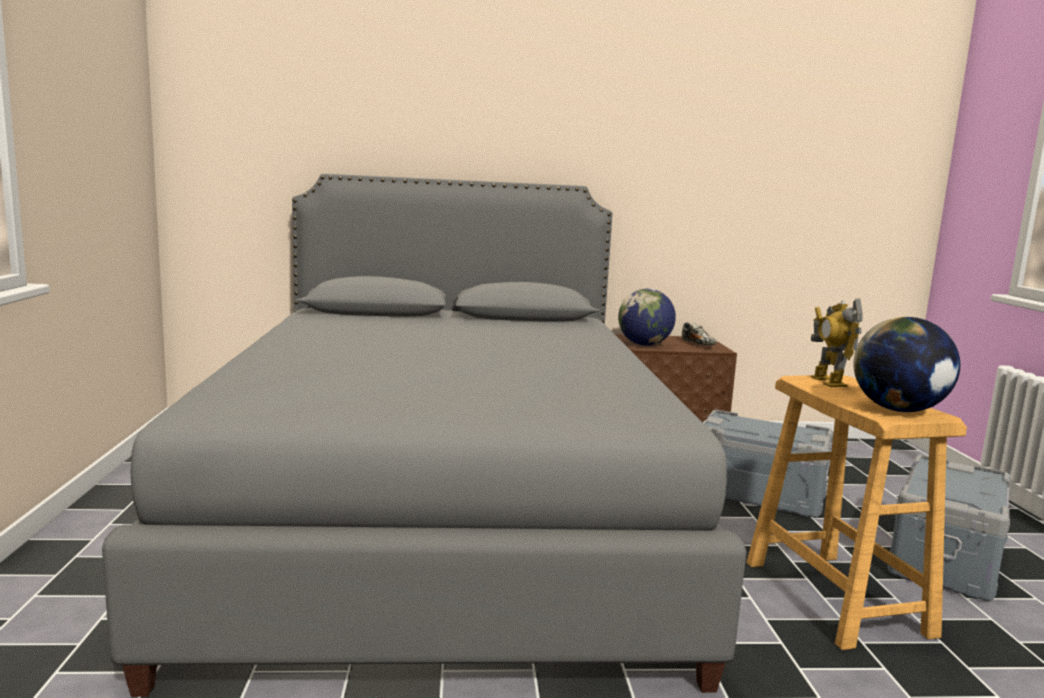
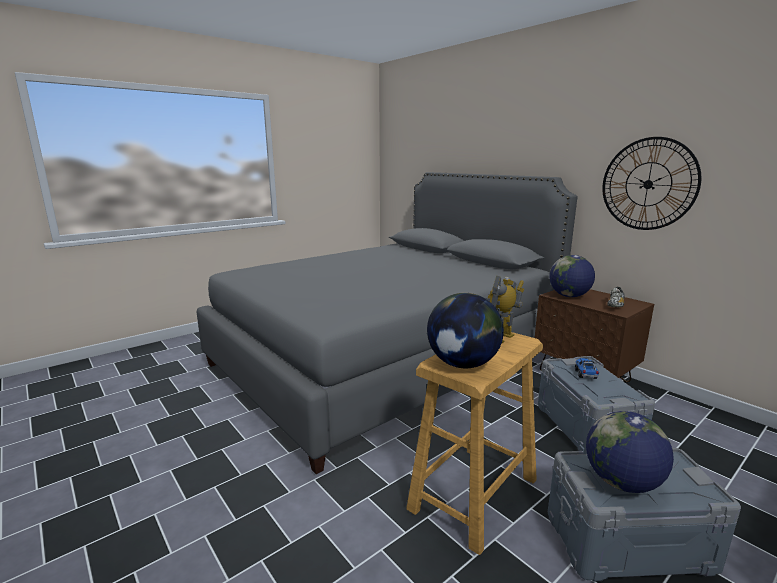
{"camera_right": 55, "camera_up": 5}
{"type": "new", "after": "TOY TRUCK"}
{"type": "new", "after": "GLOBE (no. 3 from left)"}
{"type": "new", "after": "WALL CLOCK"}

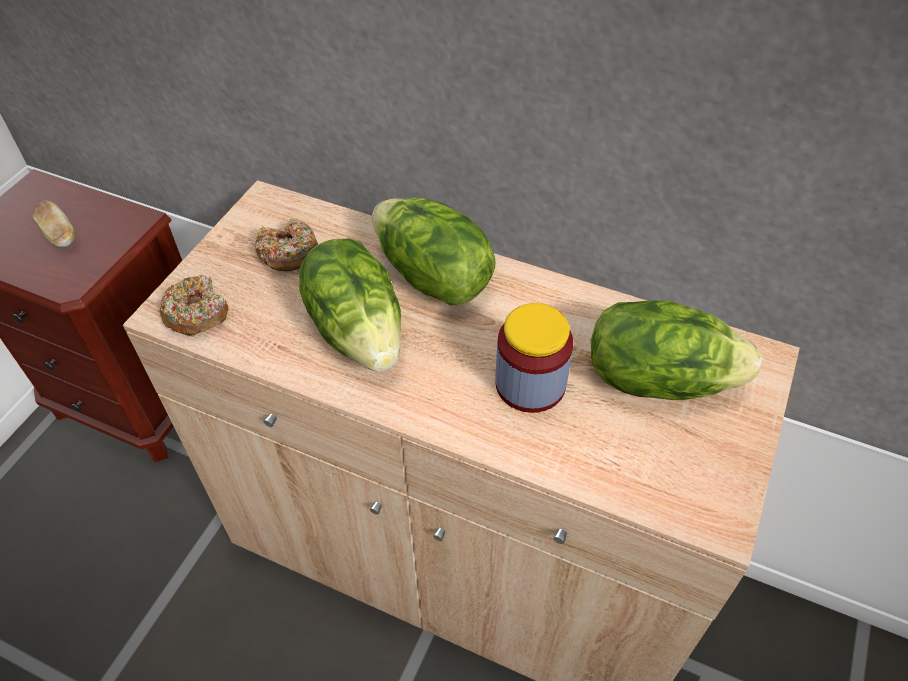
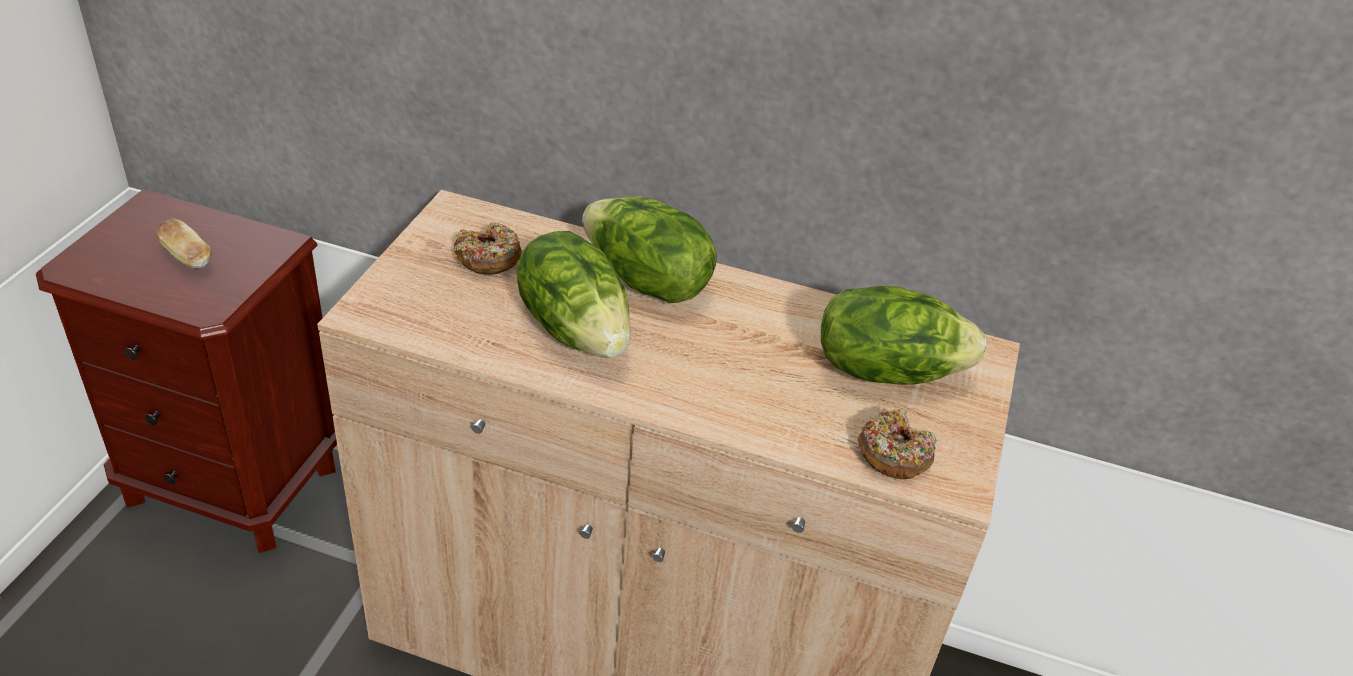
{"camera_right": -10, "camera_up": -10}
{"type": "shifted", "before": "DONUT (no. 1 from left in the first image)", "after": "DONUT (no. 2 from left)"}
{"type": "gone", "before": "JAR"}

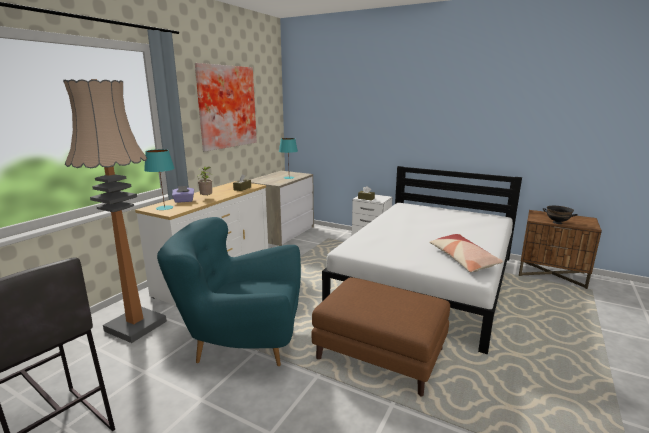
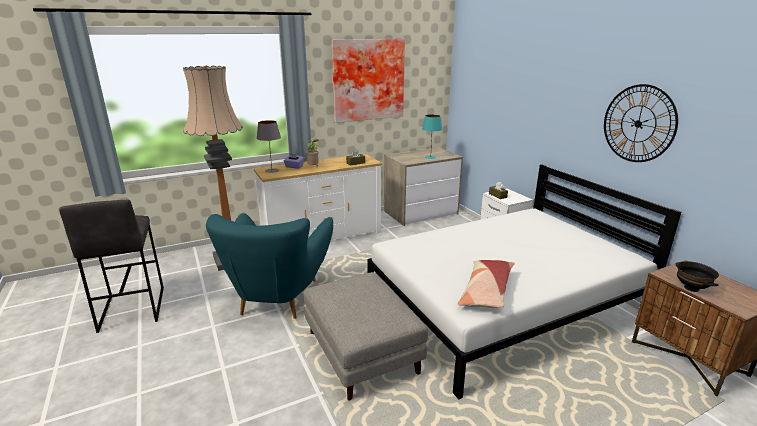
{"camera_right": 35, "camera_up": 5}
{"type": "repainted", "before": "TURQUOISE TABLE LAMP (no. 1 from left)", "after": "GREY TABLE LAMP"}
{"type": "rotated", "before": "TURQUOISE ARMCHAIR", "turn": -120}
{"type": "repainted", "before": "BROWN OTTOMAN", "after": "GREY OTTOMAN"}
{"type": "new", "after": "WALL CLOCK"}

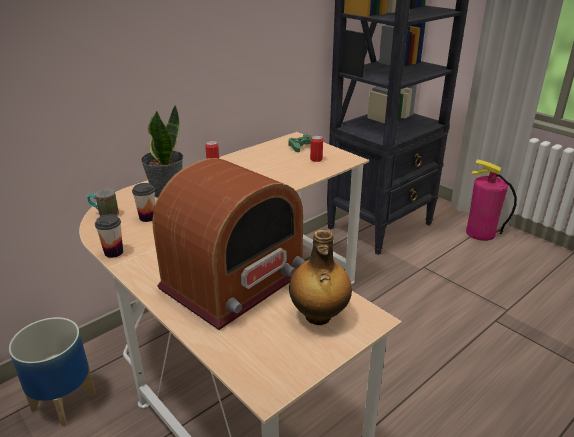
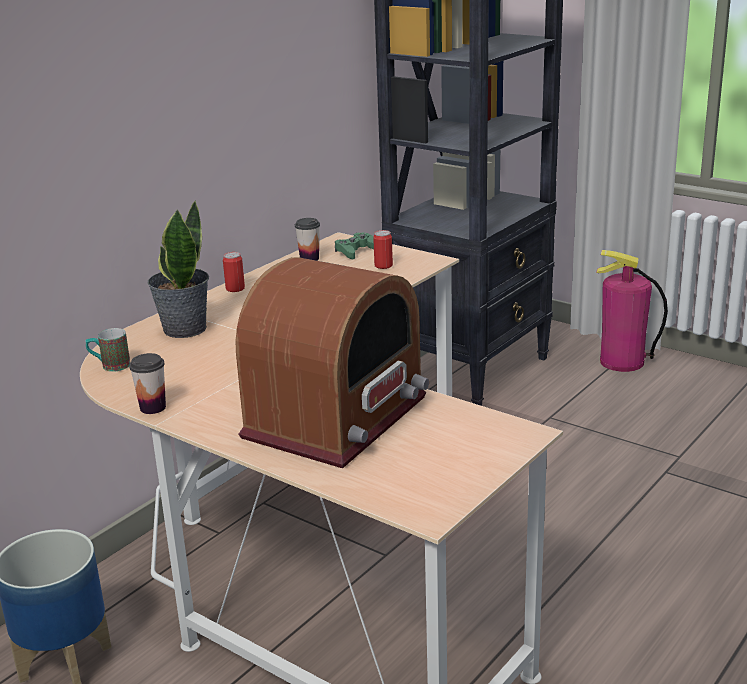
{"camera_right": -10, "camera_up": -5}
{"type": "shifted", "before": "CUP (no. 2 from left)"}
{"type": "gone", "before": "BOTTLE"}

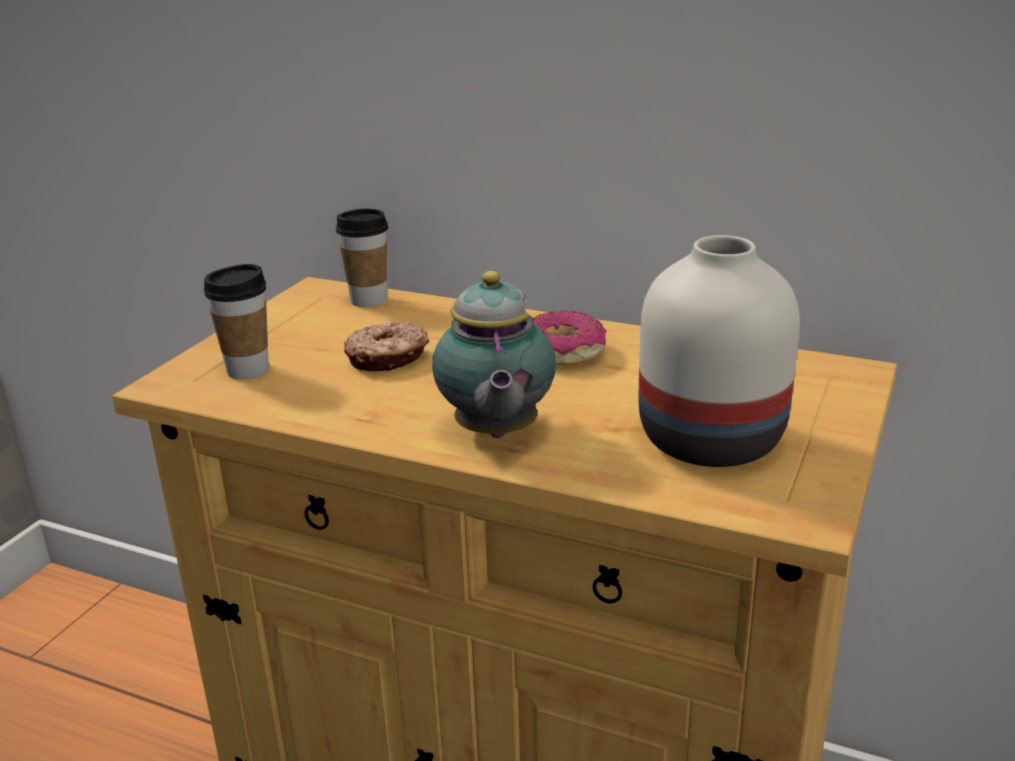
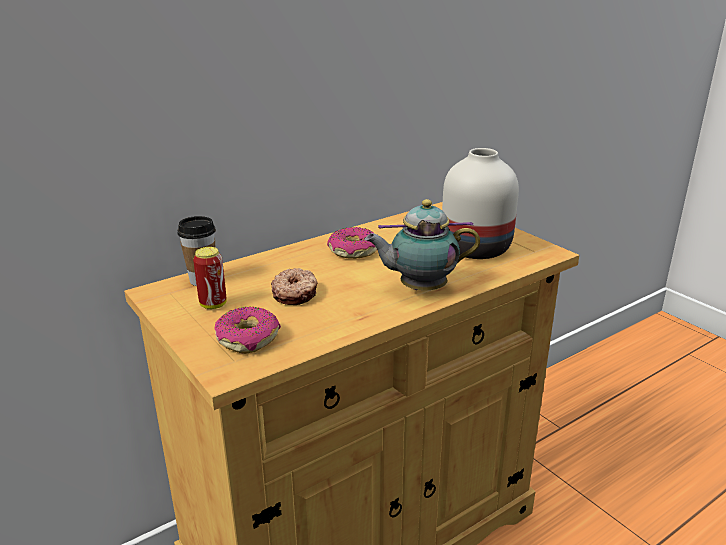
{"camera_right": -60, "camera_up": 0}
{"type": "swapped", "before": "CUP (no. 1 from left)", "after": "DONUT (no. 1 from left)"}
{"type": "rotated", "before": "TEAPOT", "turn": 150}
{"type": "new", "after": "CAN"}

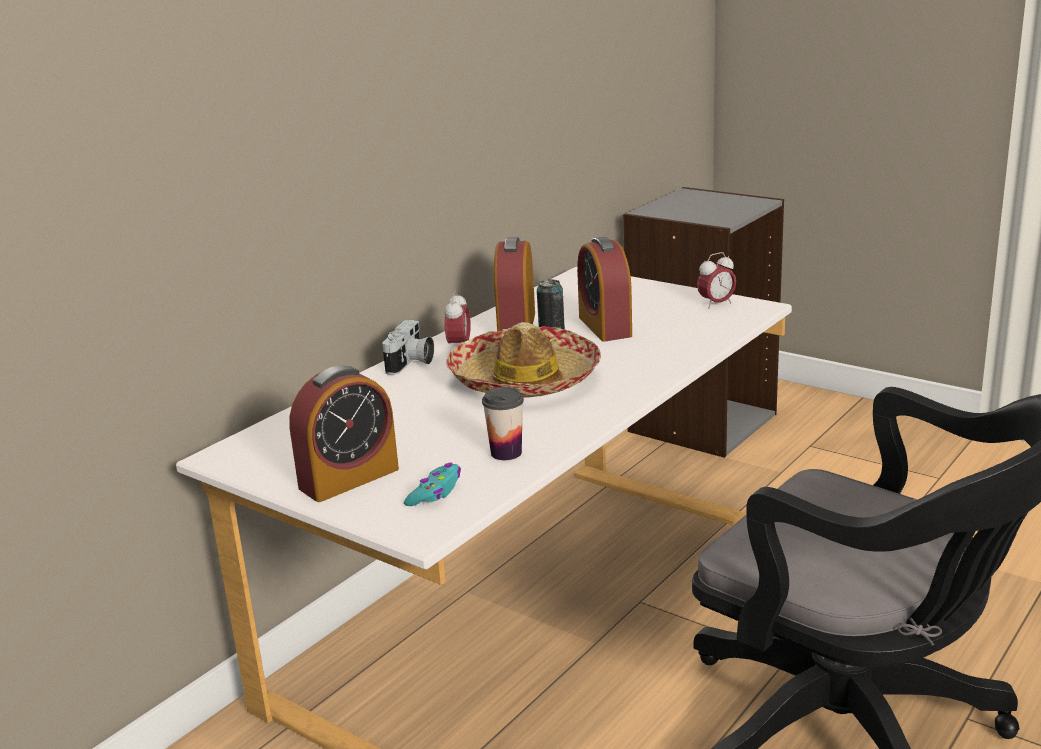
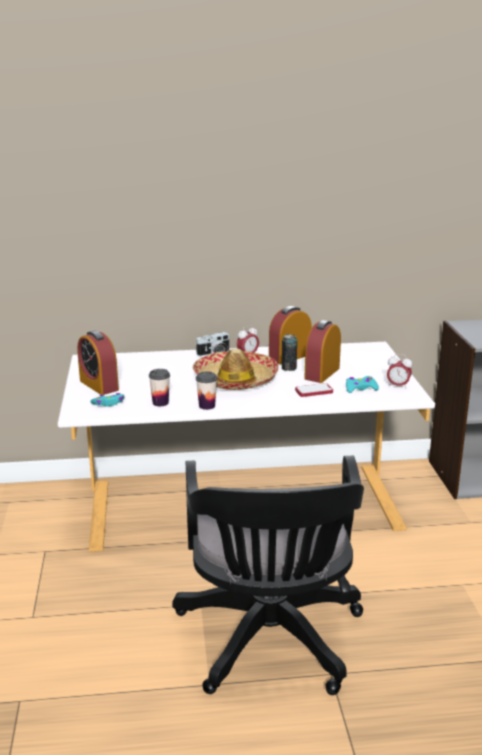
{"camera_right": 45, "camera_up": 0}
{"type": "rotated", "before": "ALARM CLOCK (no. 1 from left)", "turn": 45}
{"type": "new", "after": "CUP (no. 2 from left)"}
{"type": "new", "after": "PHONE"}
{"type": "new", "after": "TURQUOISE GAME CONTROLLER (no. 2 from left)"}

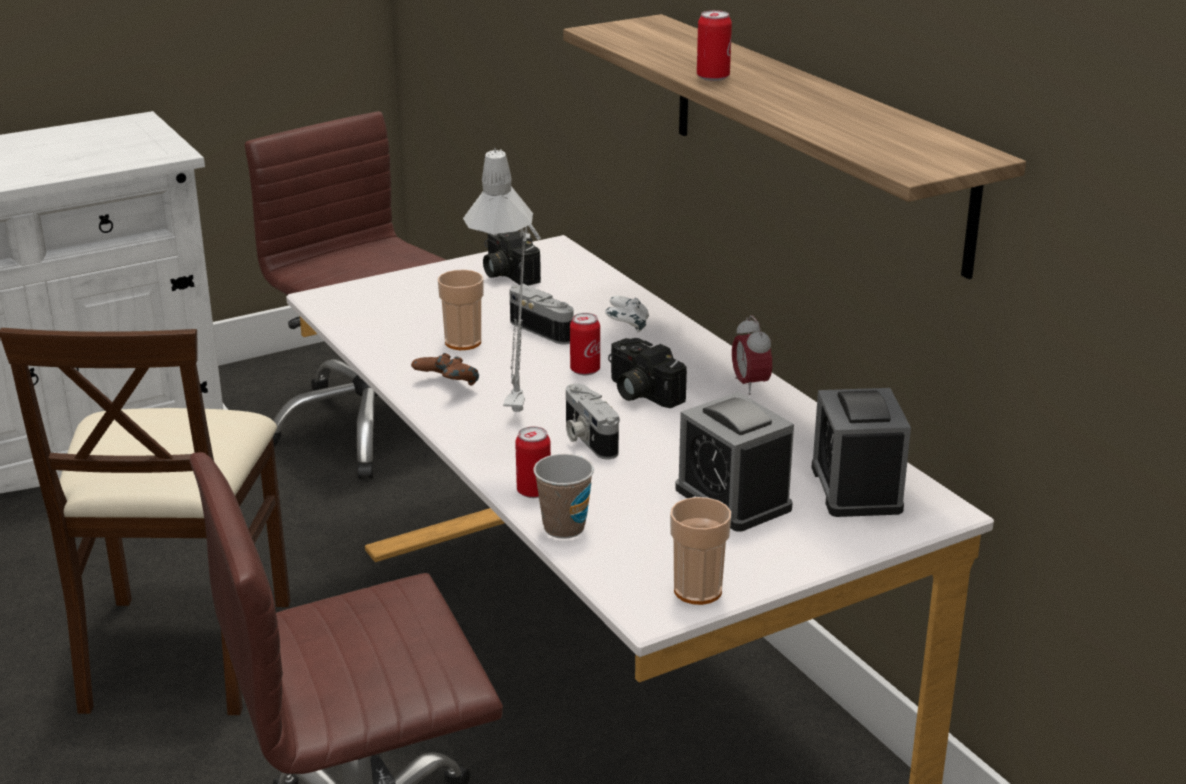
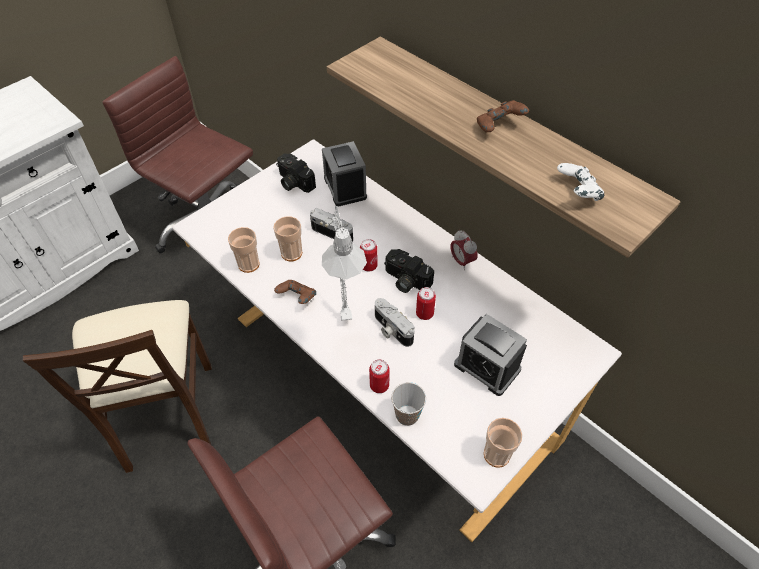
{"camera_right": -15, "camera_up": 25}
{"type": "shifted", "before": "WHITE GAME CONTROLLER"}
{"type": "shifted", "before": "CAN (no. 3 from left)"}
{"type": "shifted", "before": "ALARM CLOCK (no. 3 from left in the first image)", "after": "ALARM CLOCK (no. 1 from left)"}
{"type": "new", "after": "CUP (no. 1 from left)"}
{"type": "new", "after": "BROWN GAME CONTROLLER (no. 2 from left)"}

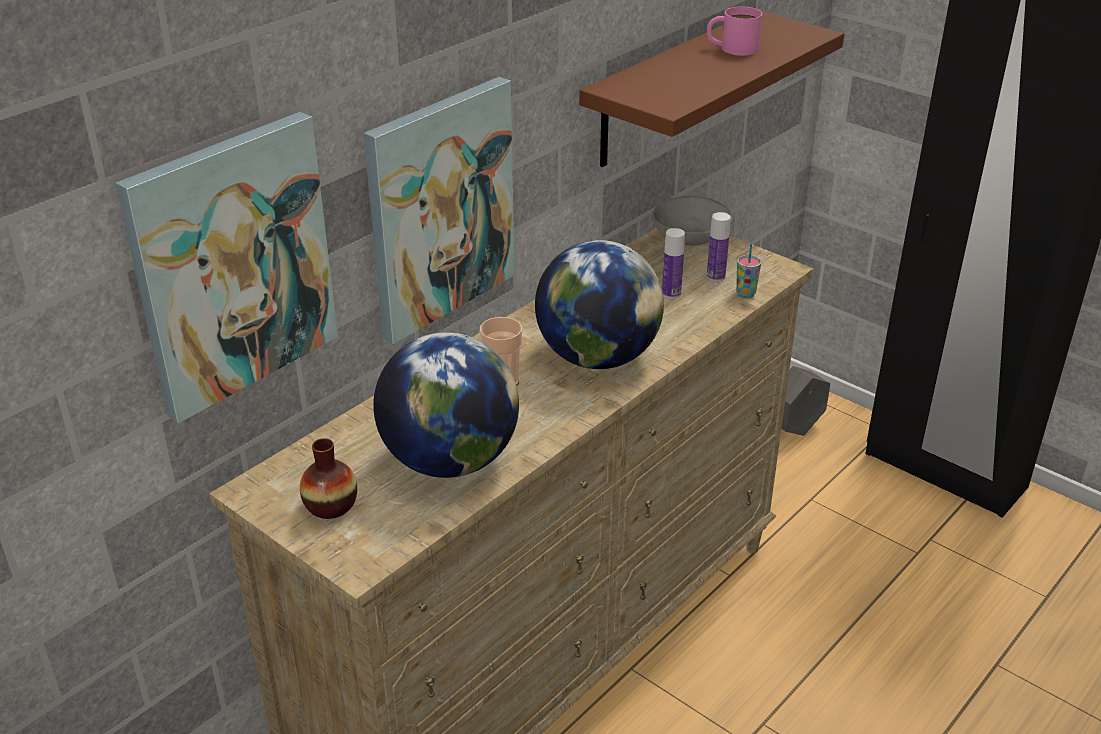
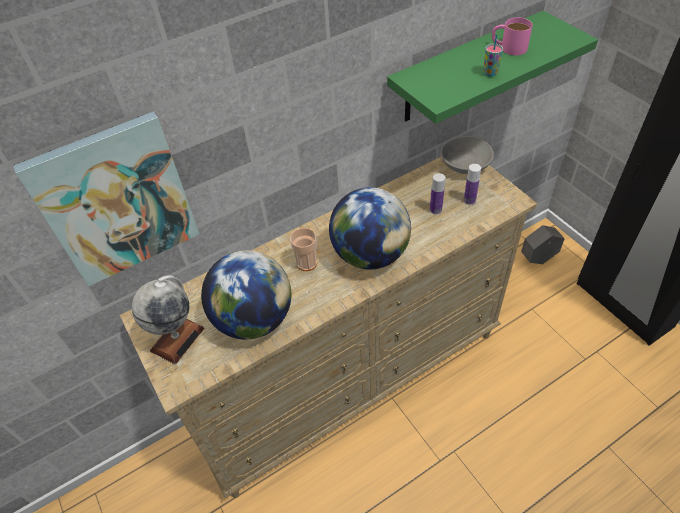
{"camera_right": 20, "camera_up": 15}
{"type": "swapped", "before": "VASE", "after": "GLOBE (no. 1 from left)"}
{"type": "gone", "before": "PICTURE (no. 2 from left)"}
{"type": "repainted", "before": "BROWN SHELF", "after": "GREEN SHELF"}
{"type": "shifted", "before": "CUP (no. 2 from left)"}

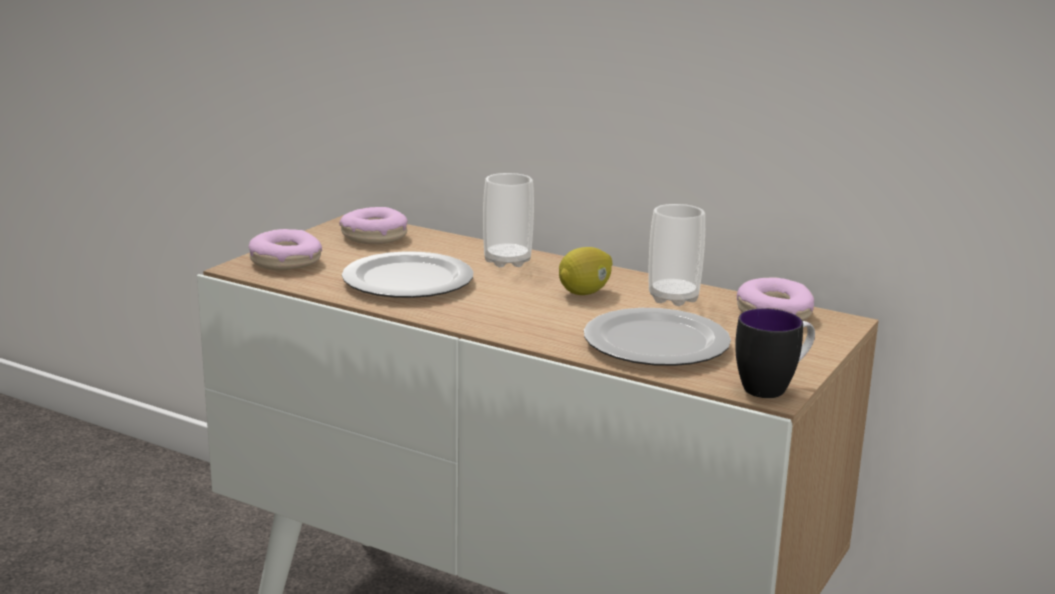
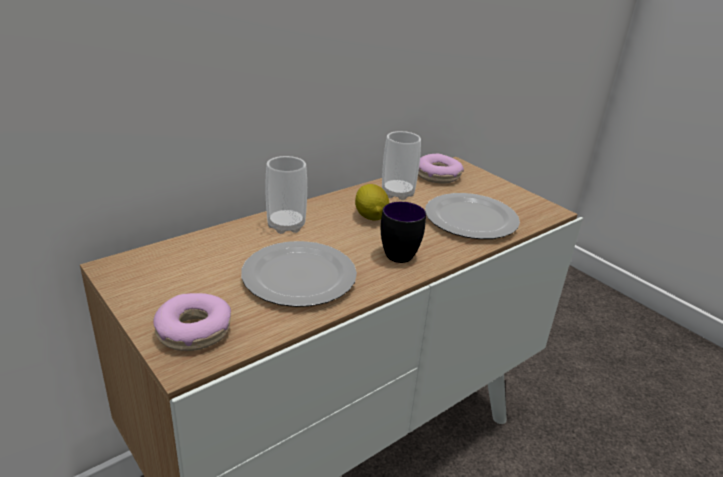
{"camera_right": -70, "camera_up": 10}
{"type": "gone", "before": "DONUT (no. 2 from left)"}
{"type": "shifted", "before": "MUG"}

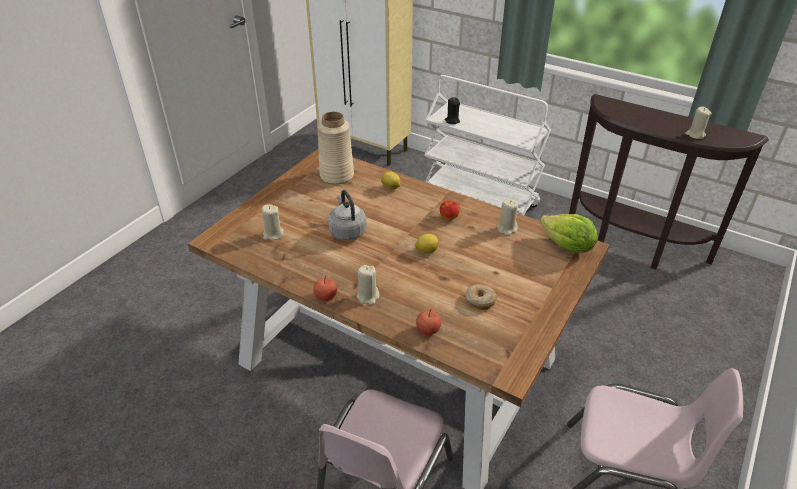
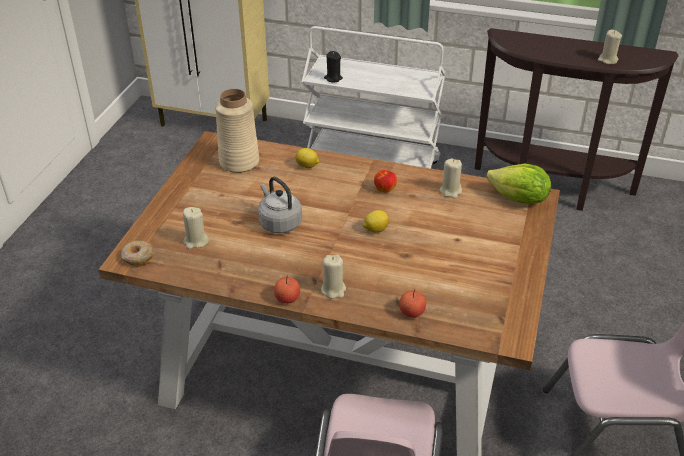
{"camera_right": -15, "camera_up": 0}
{"type": "shifted", "before": "DONUT"}

